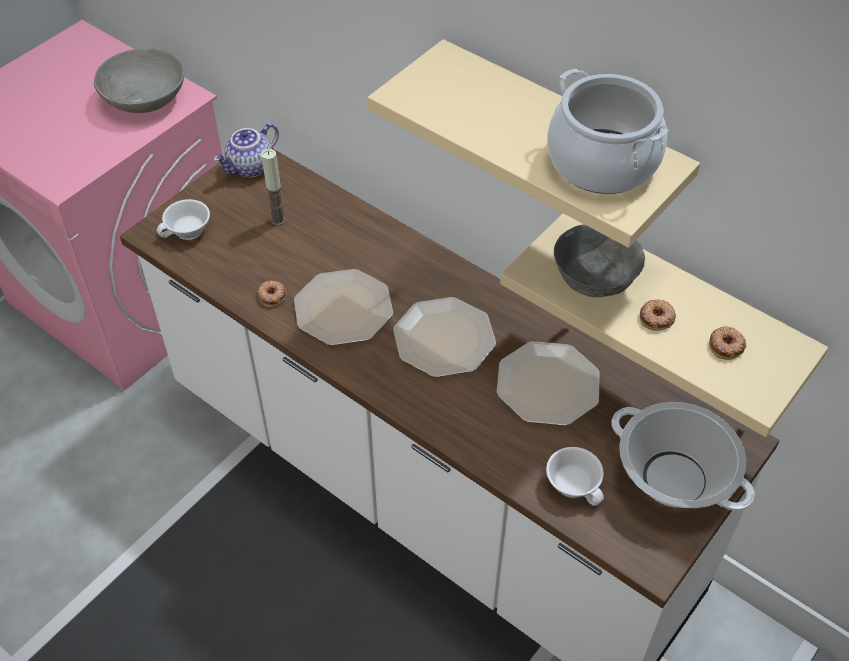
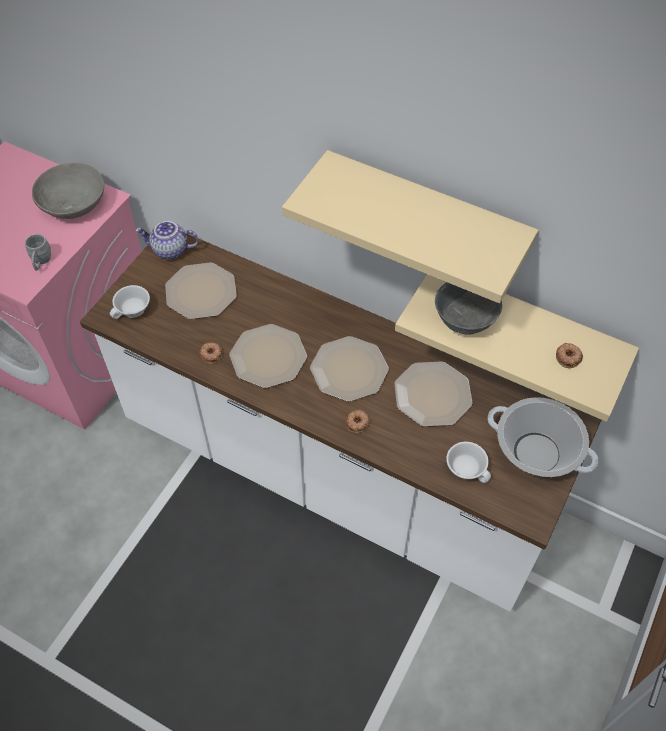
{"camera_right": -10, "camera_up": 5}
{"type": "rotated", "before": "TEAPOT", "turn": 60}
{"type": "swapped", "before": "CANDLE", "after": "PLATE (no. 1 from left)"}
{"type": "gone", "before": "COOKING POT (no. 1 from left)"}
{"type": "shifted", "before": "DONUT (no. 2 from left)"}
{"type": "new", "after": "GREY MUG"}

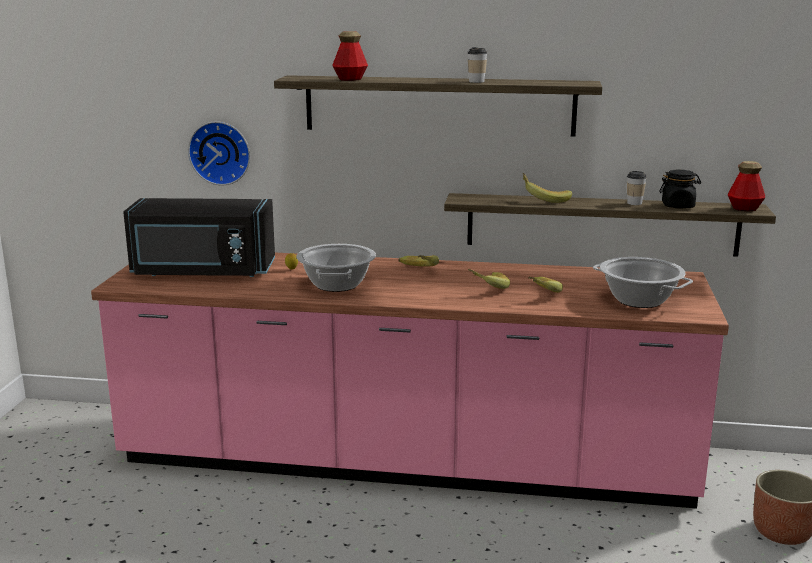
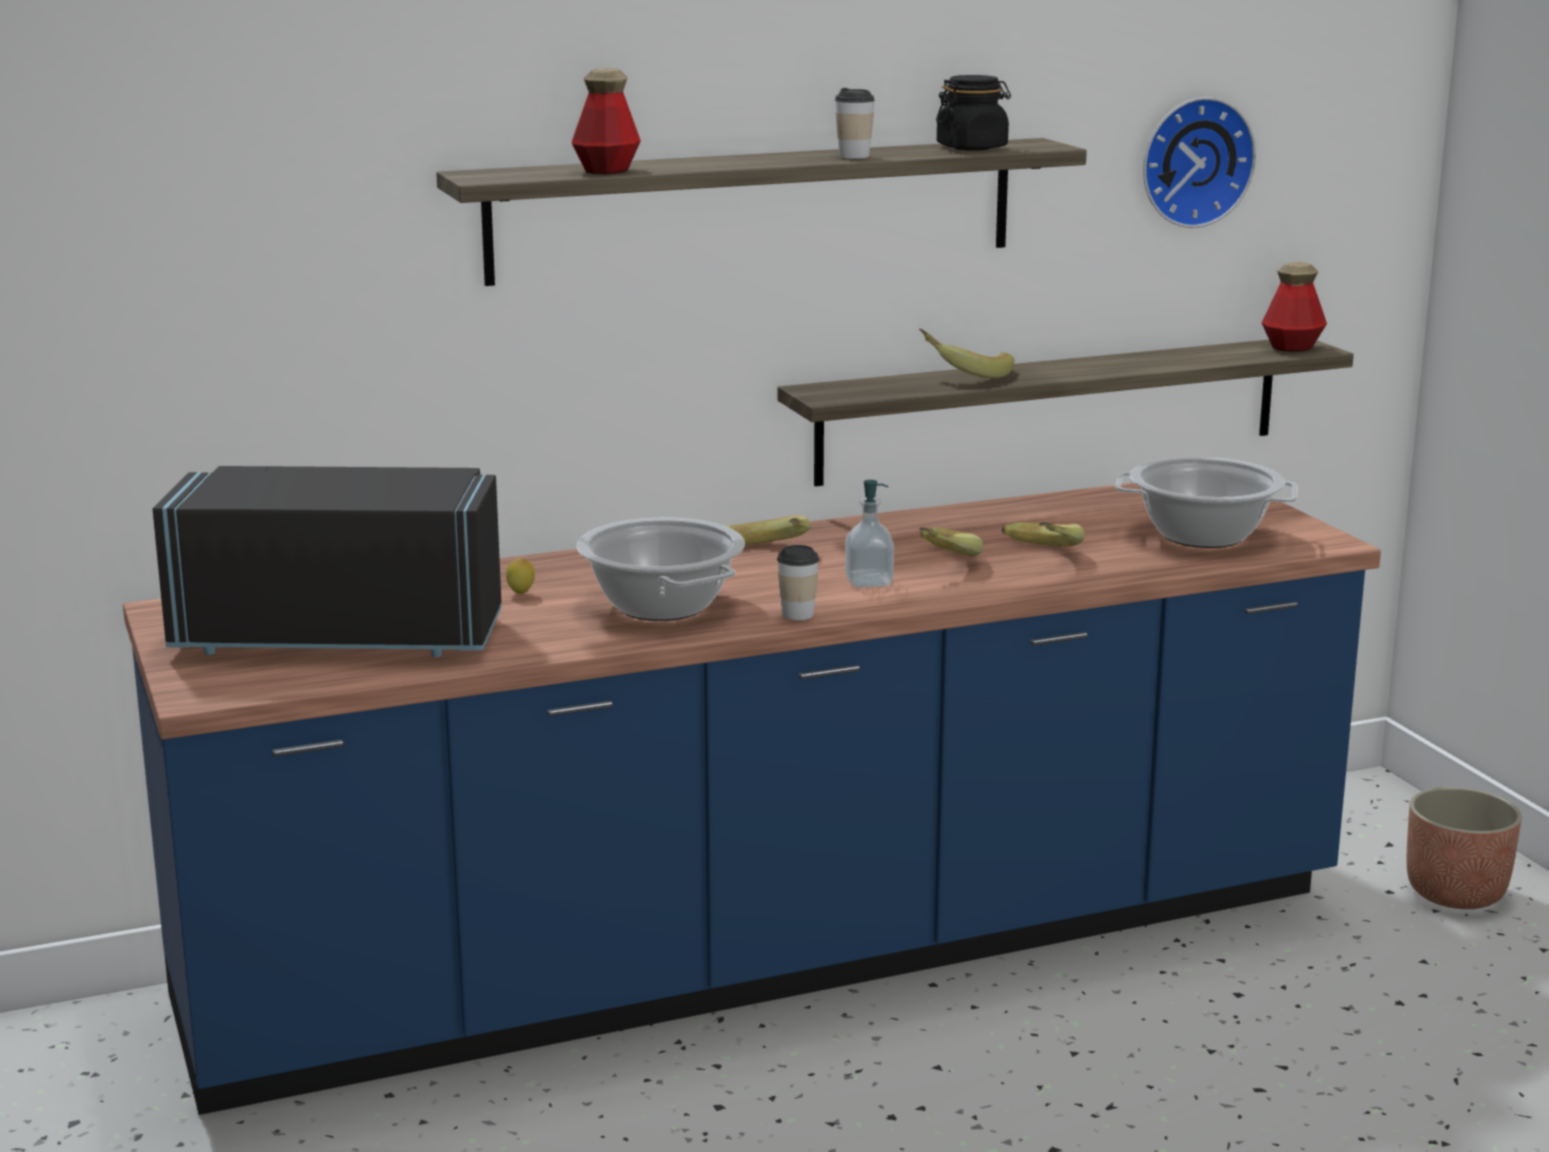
{"camera_right": -30, "camera_up": 0}
{"type": "repainted", "before": "PINK COUNTER", "after": "BLUE COUNTER"}
{"type": "rotated", "before": "BLACK MICROWAVE", "turn": -150}
{"type": "shifted", "before": "WALL CLOCK"}
{"type": "shifted", "before": "CUP (no. 2 from left in the first image)", "after": "CUP (no. 1 from left)"}
{"type": "shifted", "before": "BLACK JAR"}
{"type": "new", "after": "SOAP DISPENSER"}

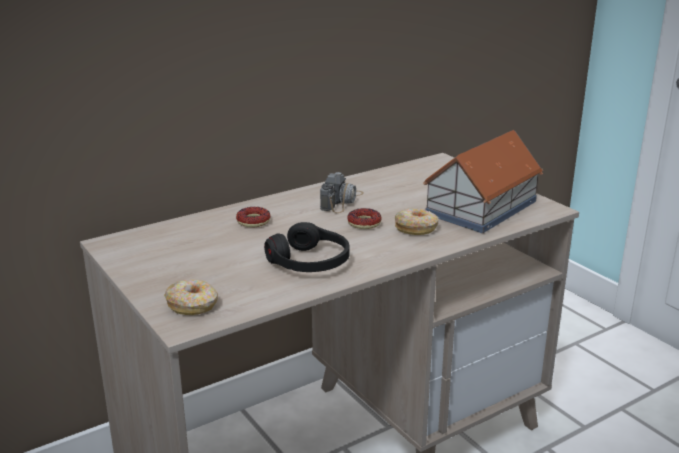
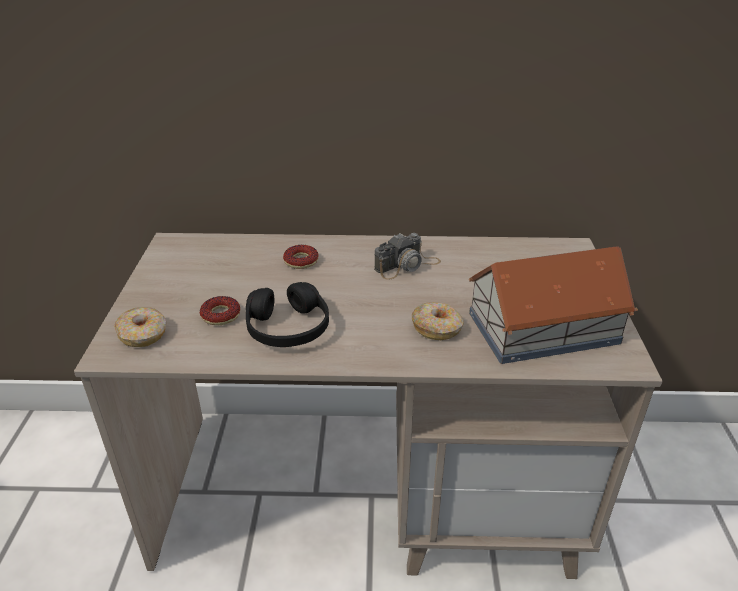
{"camera_right": 35, "camera_up": 10}
{"type": "shifted", "before": "DONUT (no. 3 from left in the first image)", "after": "DONUT (no. 2 from left)"}

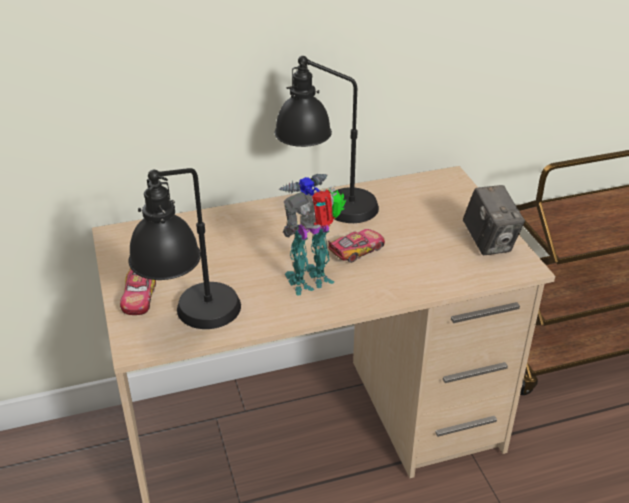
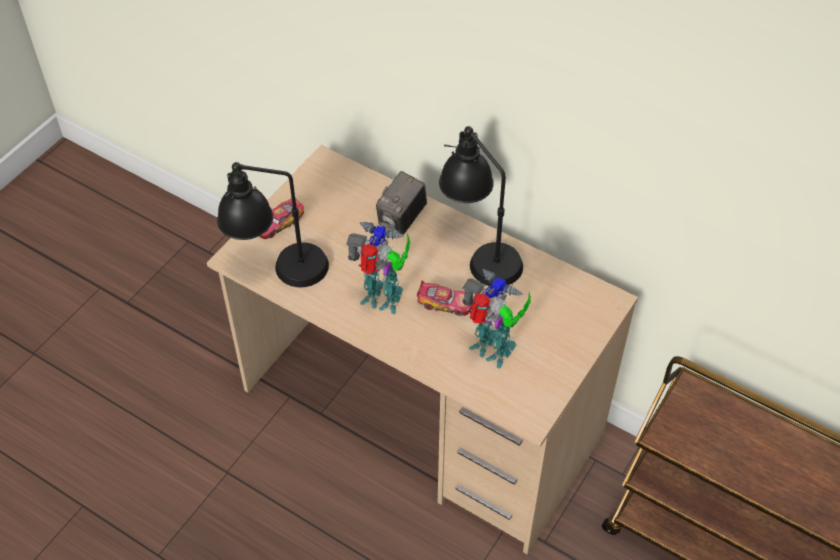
{"camera_right": 50, "camera_up": 15}
{"type": "shifted", "before": "PHOTO CAMERA"}
{"type": "new", "after": "TOY ROBOT (no. 2 from left)"}

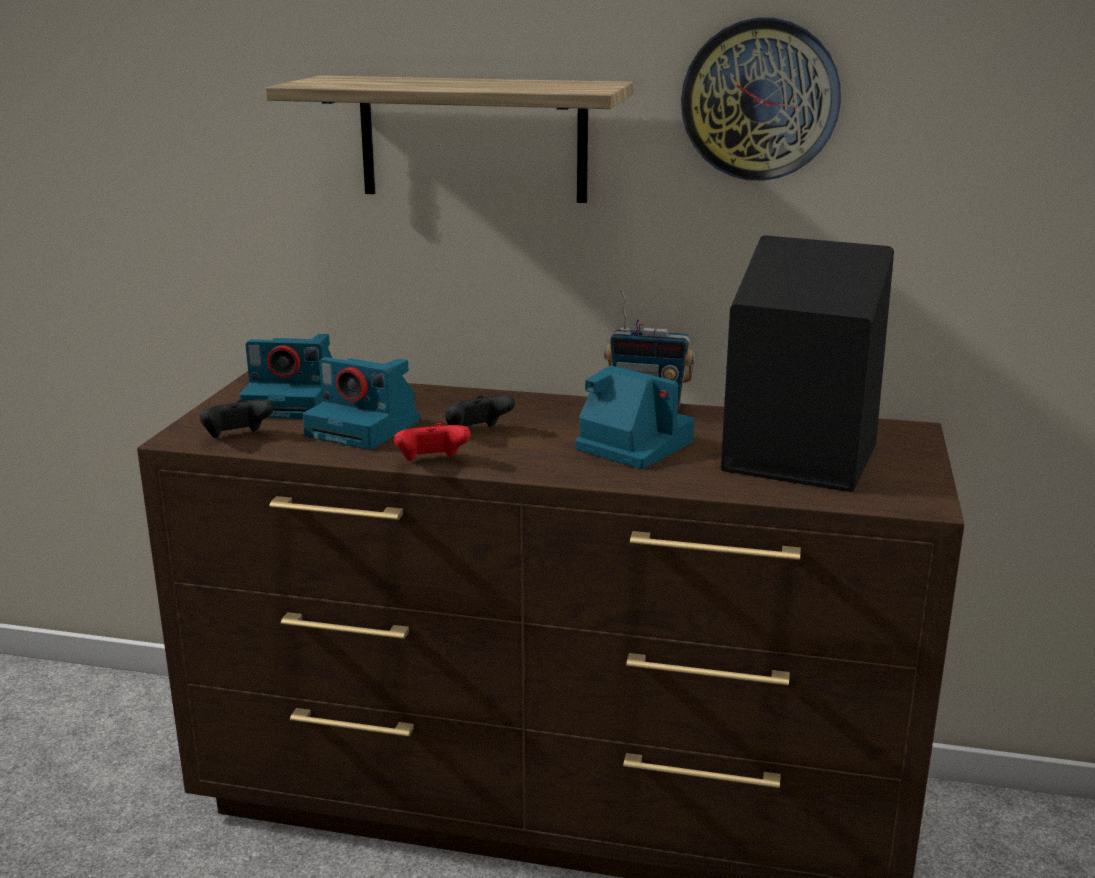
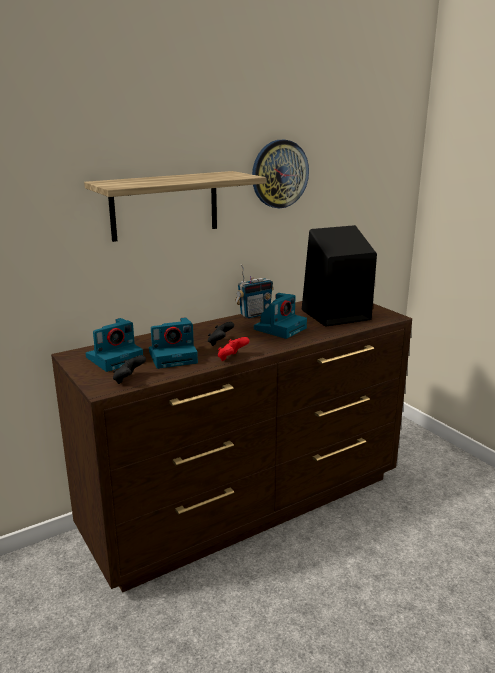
{"camera_right": -45, "camera_up": 0}
{"type": "rotated", "before": "PHOTO CAMERA (no. 3 from left)", "turn": 135}

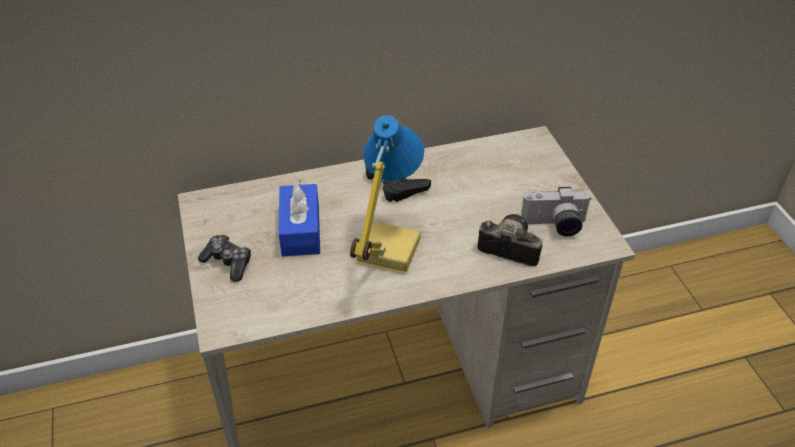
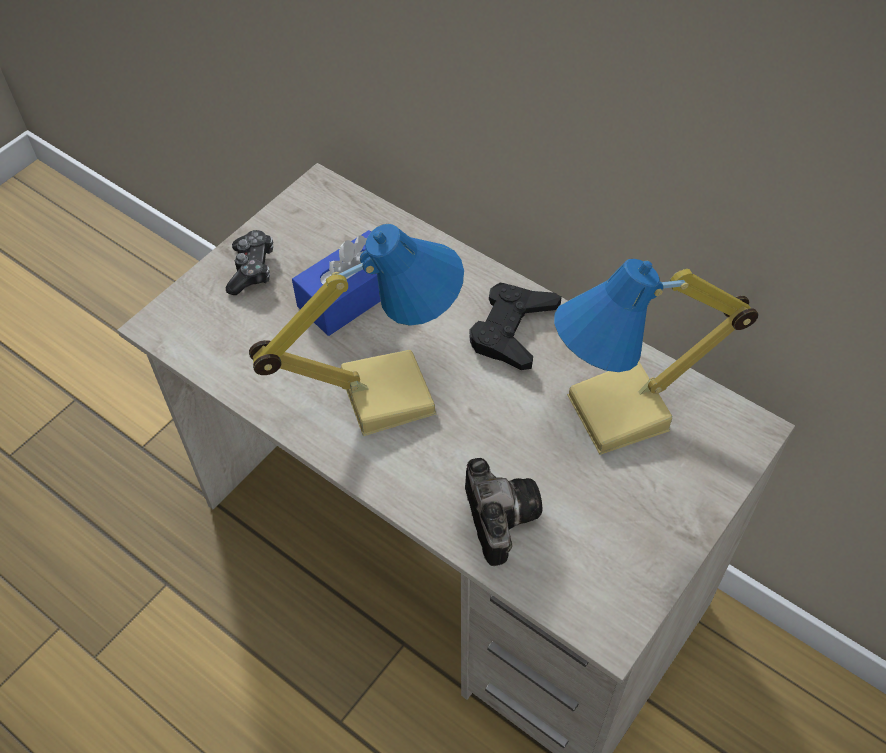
{"camera_right": 55, "camera_up": 10}
{"type": "gone", "before": "PHOTO CAMERA (no. 2 from left)"}
{"type": "new", "after": "TABLE LAMP (no. 2 from left)"}

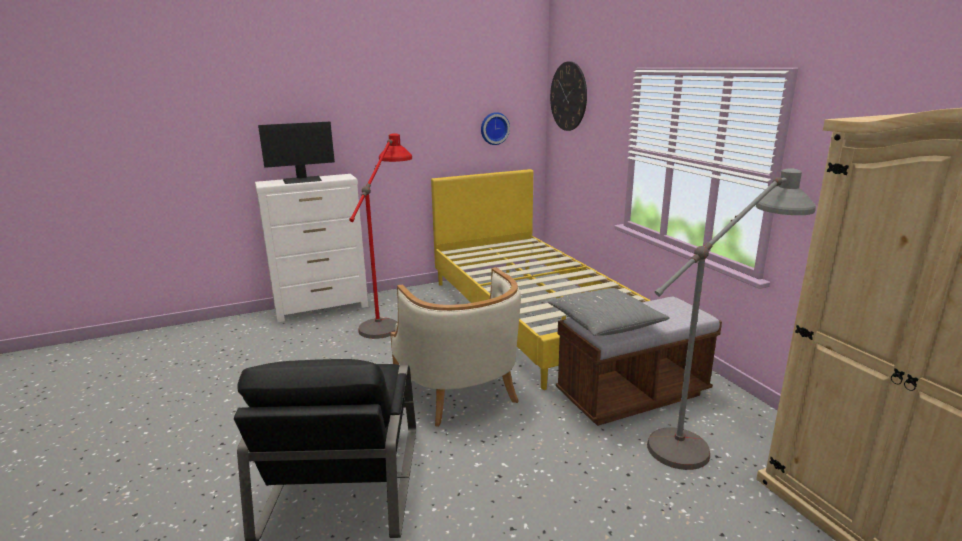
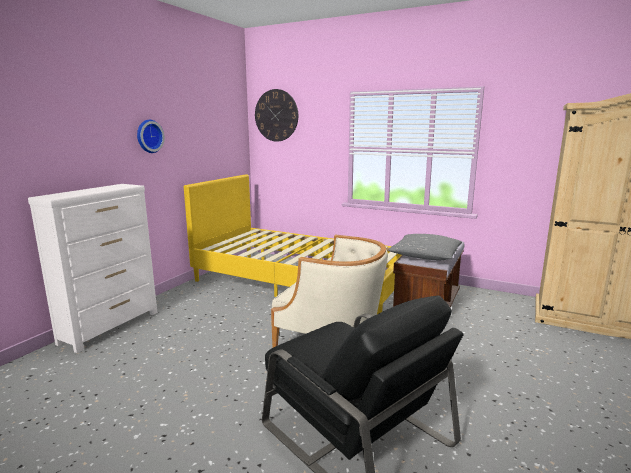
{"camera_right": -40, "camera_up": -5}
{"type": "gone", "before": "MONITOR"}
{"type": "gone", "before": "RED FLOOR LAMP"}
{"type": "shifted", "before": "WALL CLOCK (no. 1 from left)"}
{"type": "gone", "before": "GREY FLOOR LAMP"}

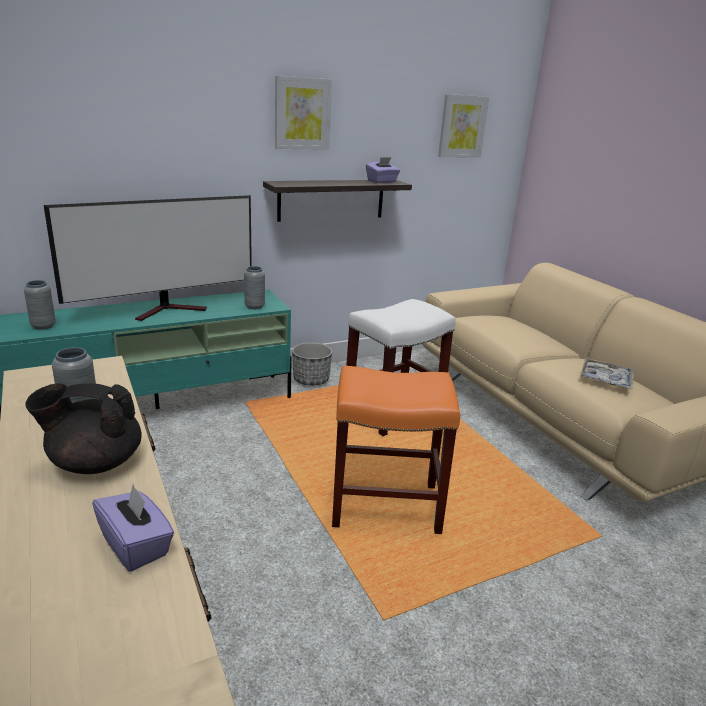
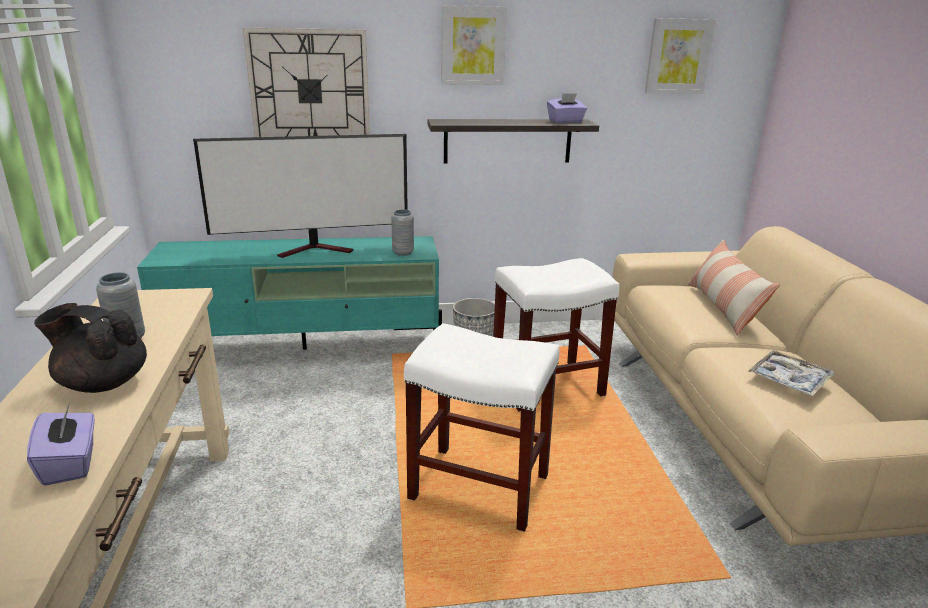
{"camera_right": 20, "camera_up": 0}
{"type": "gone", "before": "GREY VASE (no. 1 from left)"}
{"type": "repainted", "before": "ORANGE STOOL", "after": "WHITE STOOL (no. 1 from left)"}
{"type": "new", "after": "WALL CLOCK"}
{"type": "new", "after": "PILLOW"}

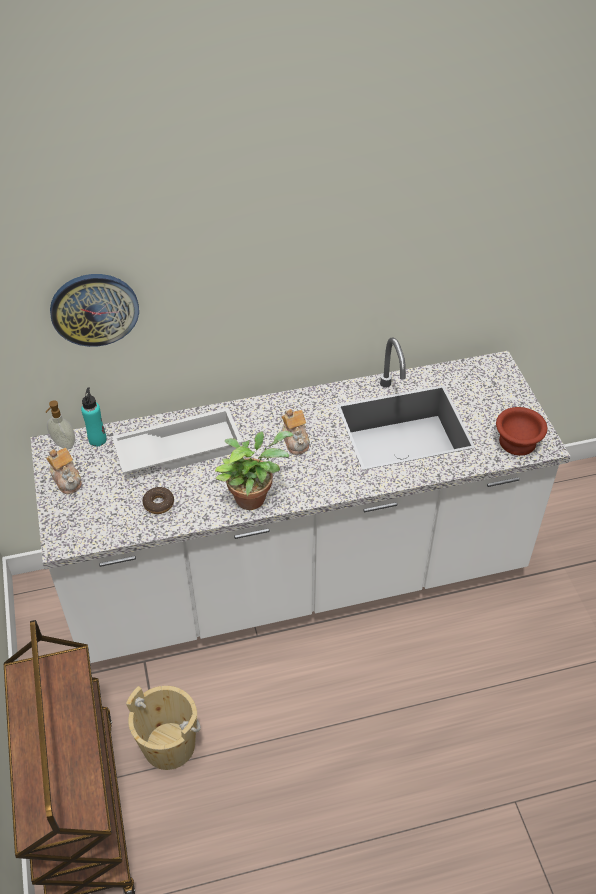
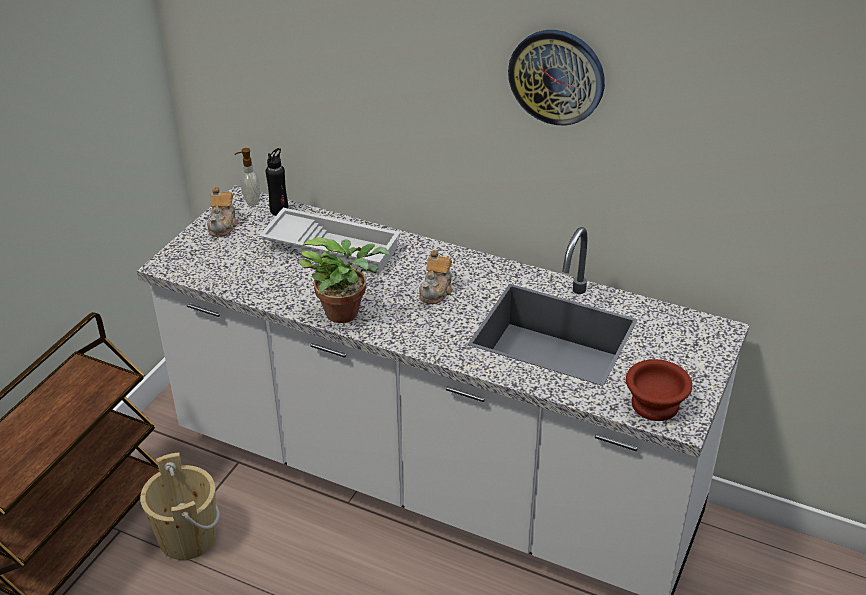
{"camera_right": 40, "camera_up": -10}
{"type": "shifted", "before": "WALL CLOCK"}
{"type": "repainted", "before": "TURQUOISE BOTTLE", "after": "BLACK BOTTLE"}
{"type": "gone", "before": "DONUT"}

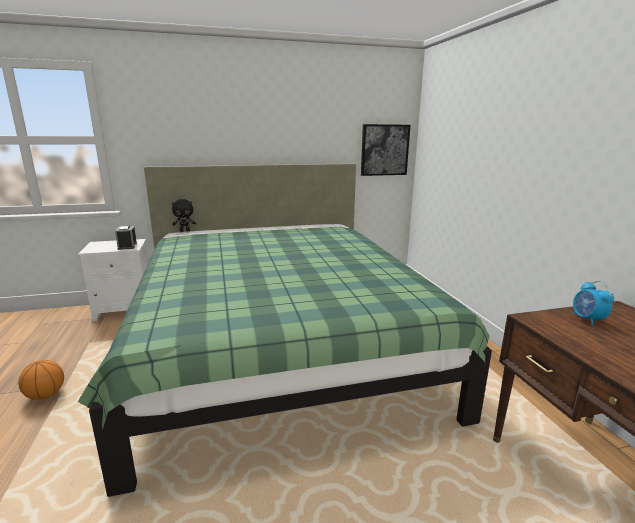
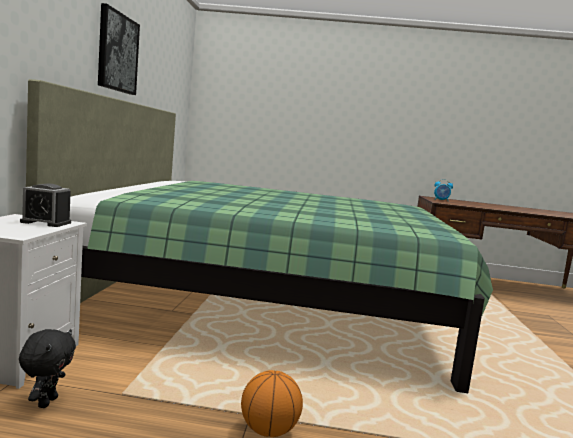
{"camera_right": -70, "camera_up": -10}
{"type": "shifted", "before": "BLACK PLUSH TOY"}
{"type": "shifted", "before": "PICTURE"}

